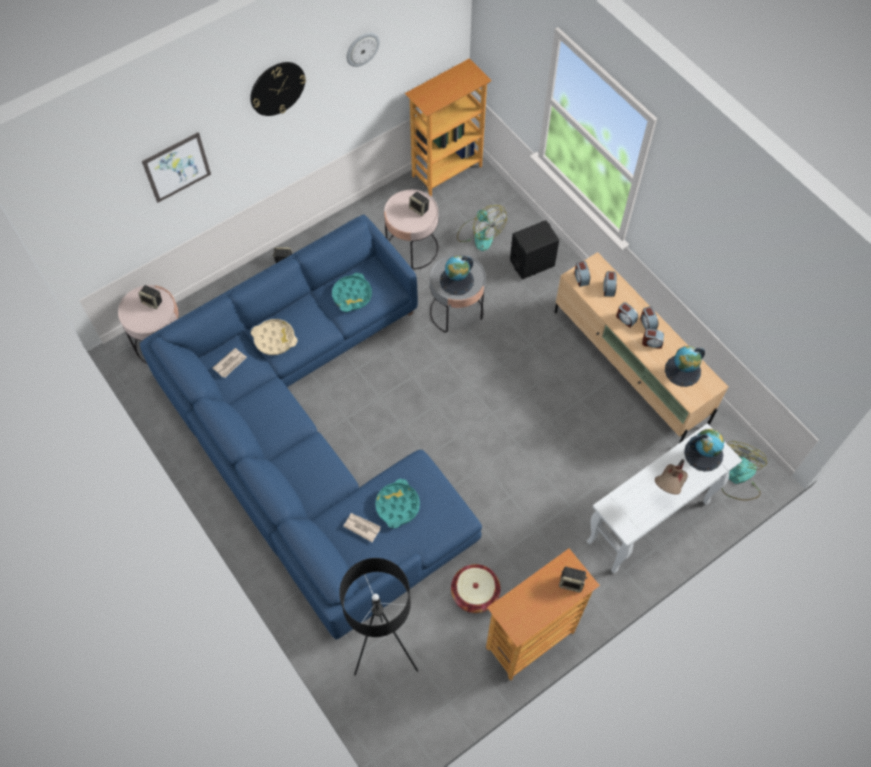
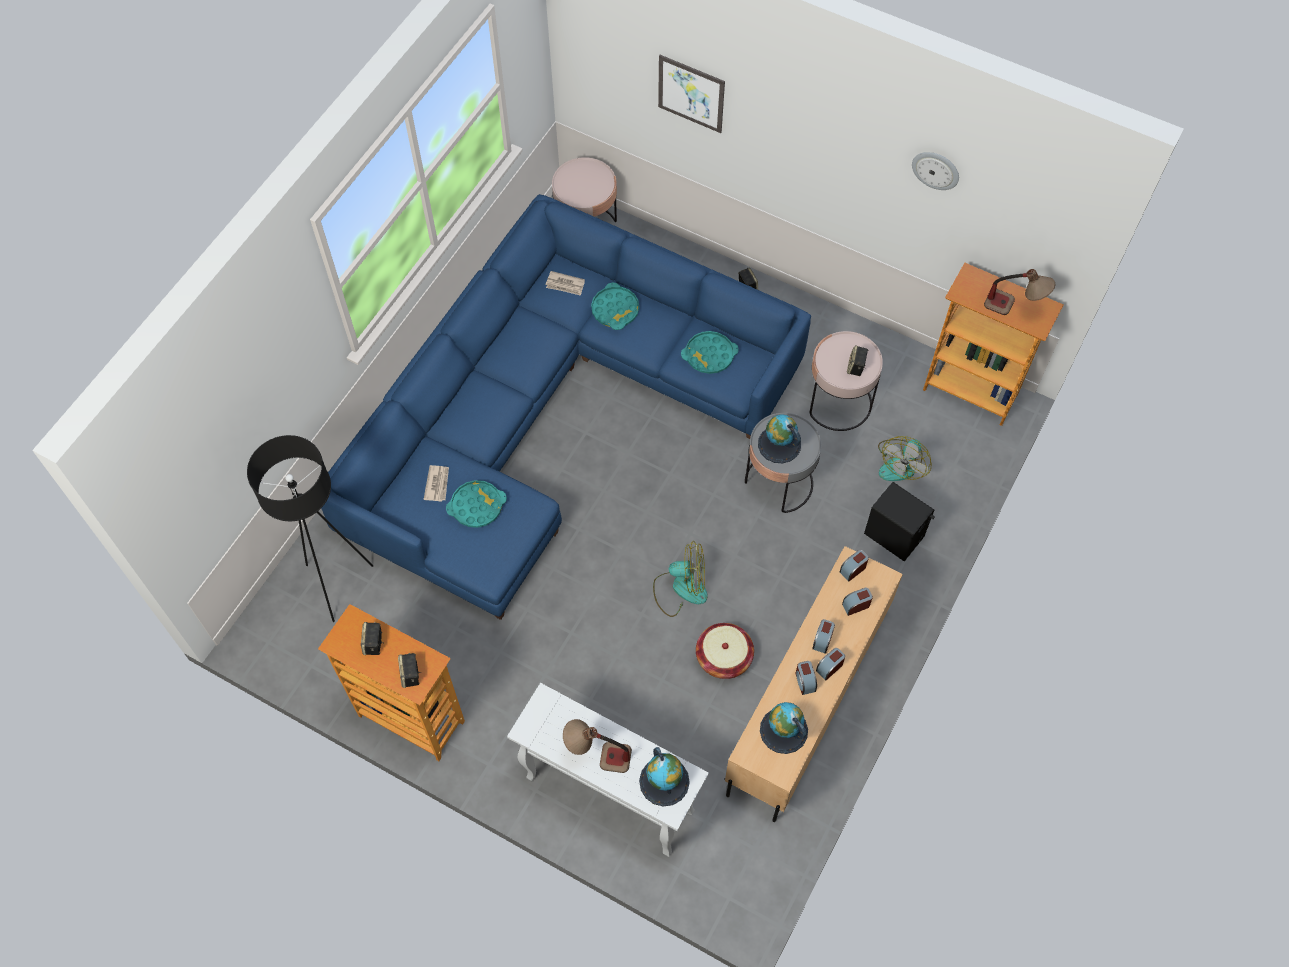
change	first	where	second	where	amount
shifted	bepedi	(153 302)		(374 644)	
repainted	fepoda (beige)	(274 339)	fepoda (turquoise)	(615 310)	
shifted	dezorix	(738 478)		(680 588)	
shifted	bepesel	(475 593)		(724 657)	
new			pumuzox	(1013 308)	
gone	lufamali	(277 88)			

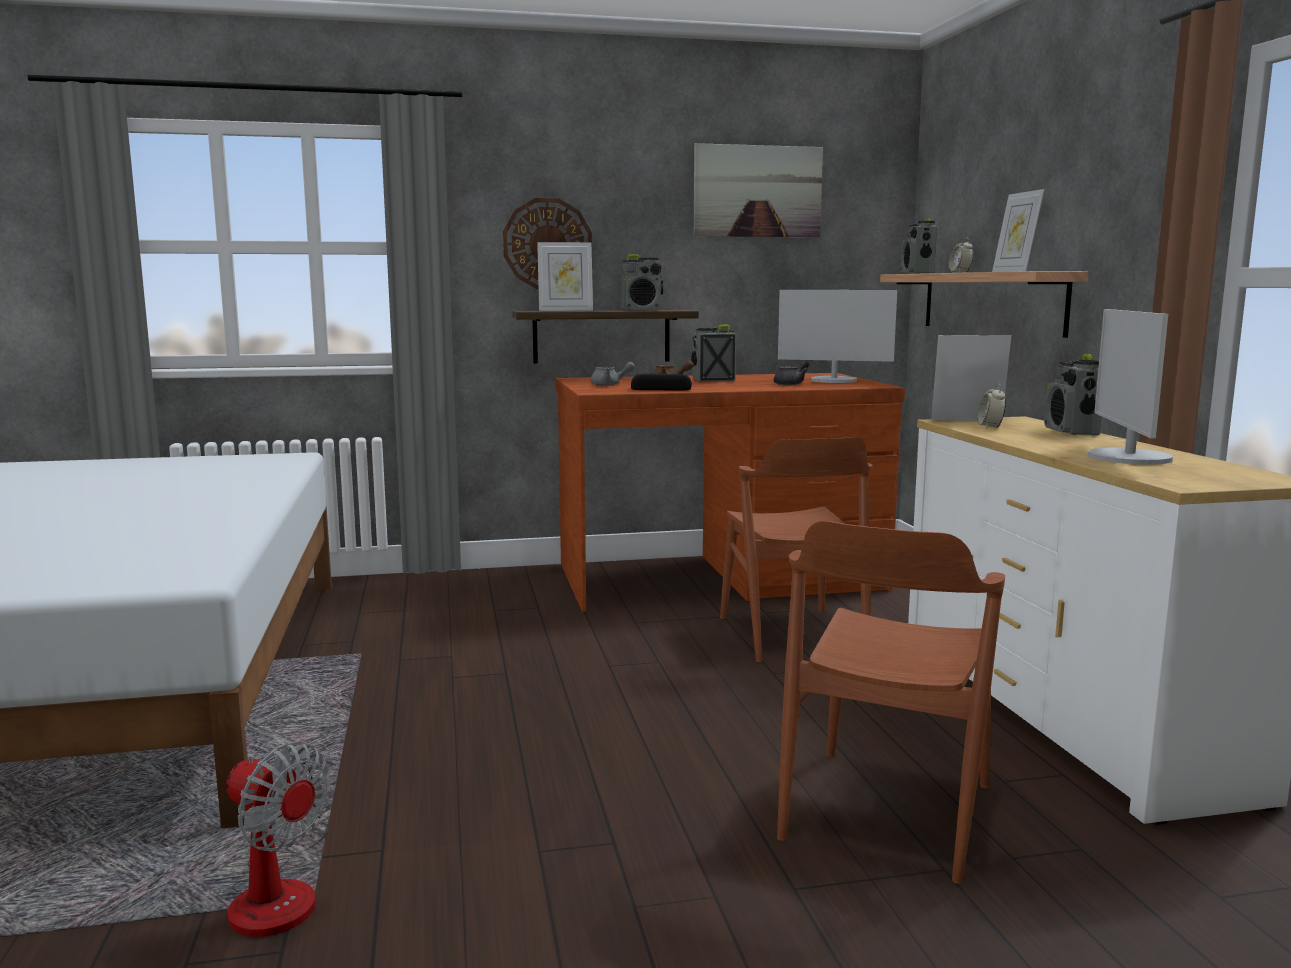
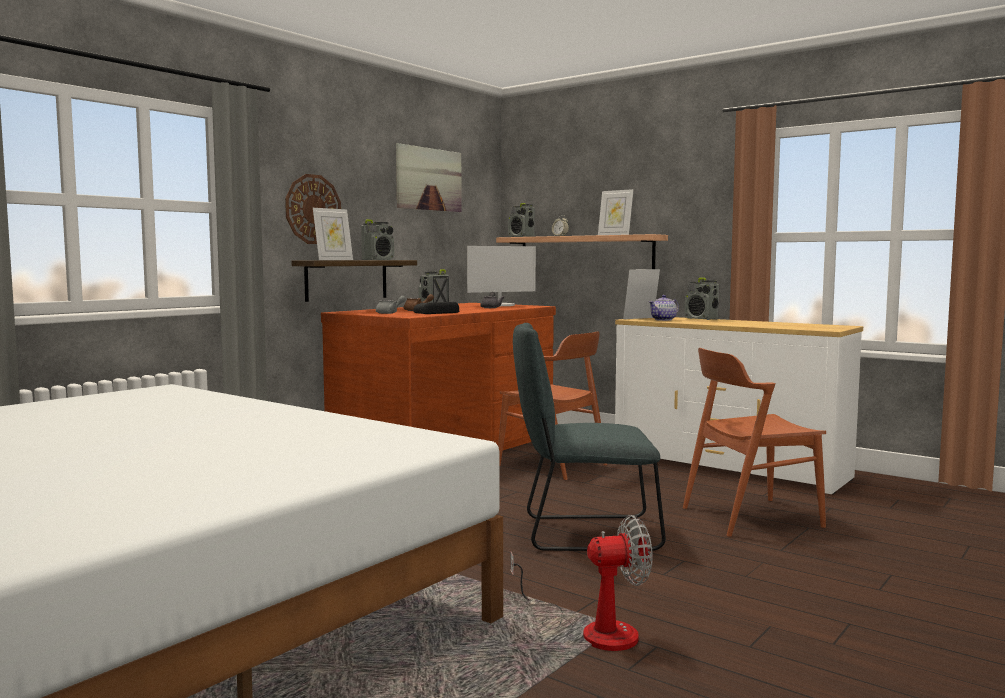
change	first	where	second	where	amount
new			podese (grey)	(584 533)	
swapped	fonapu	(990 427)	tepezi	(664 320)	
rotated	podese (brown)	(886 811)		(750 517)	90 degrees clockwise
gone	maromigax	(1128 458)			

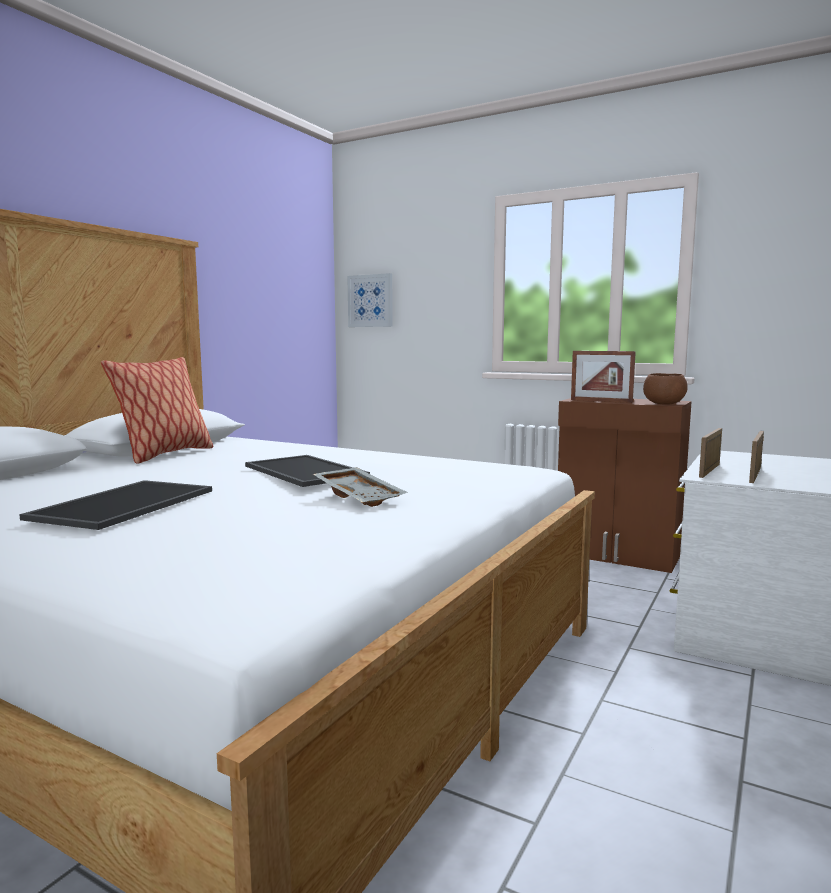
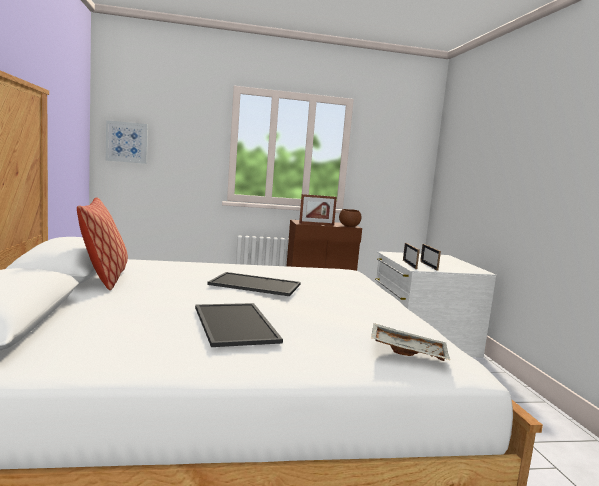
change	first	where	second	where	amount
shifted	fepoda (grey)	(361 497)		(408 351)	

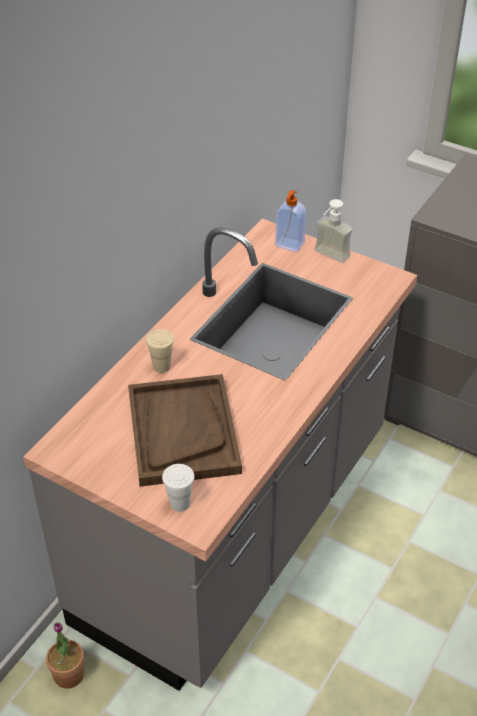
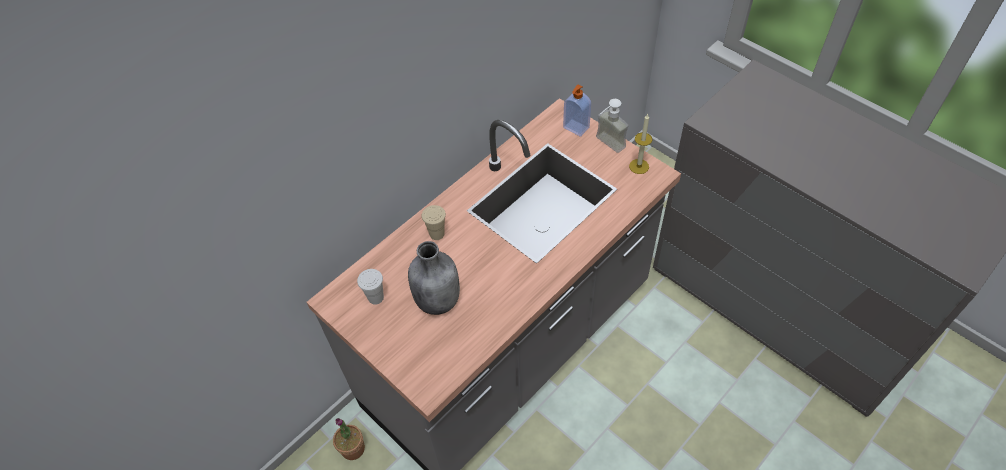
change	first	where	second	where	amount
shifted	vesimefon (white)	(180 503)		(376 297)	
swapped	fepoda (brown)	(182 431)	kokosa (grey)	(438 299)	
new			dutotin	(639 166)	

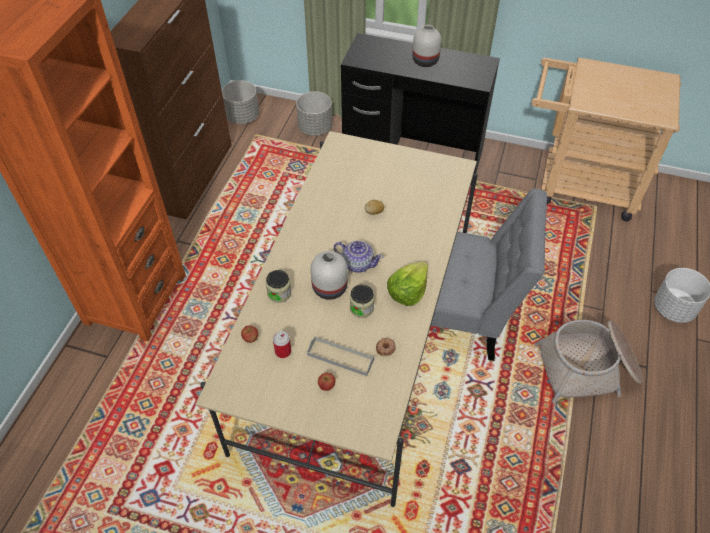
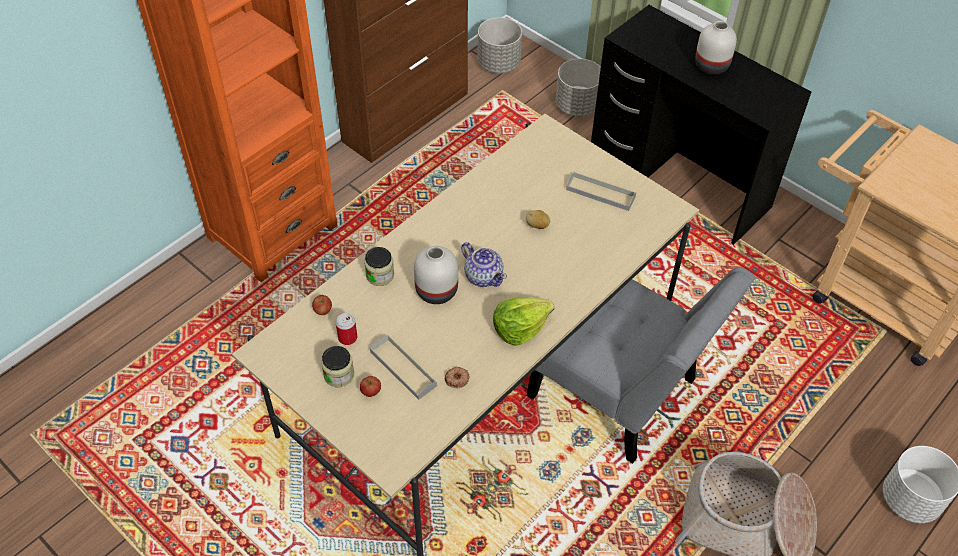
change	first	where	second	where	amount
shifted	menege	(361 308)		(339 375)	
new			fepoda (grey)	(600 193)	

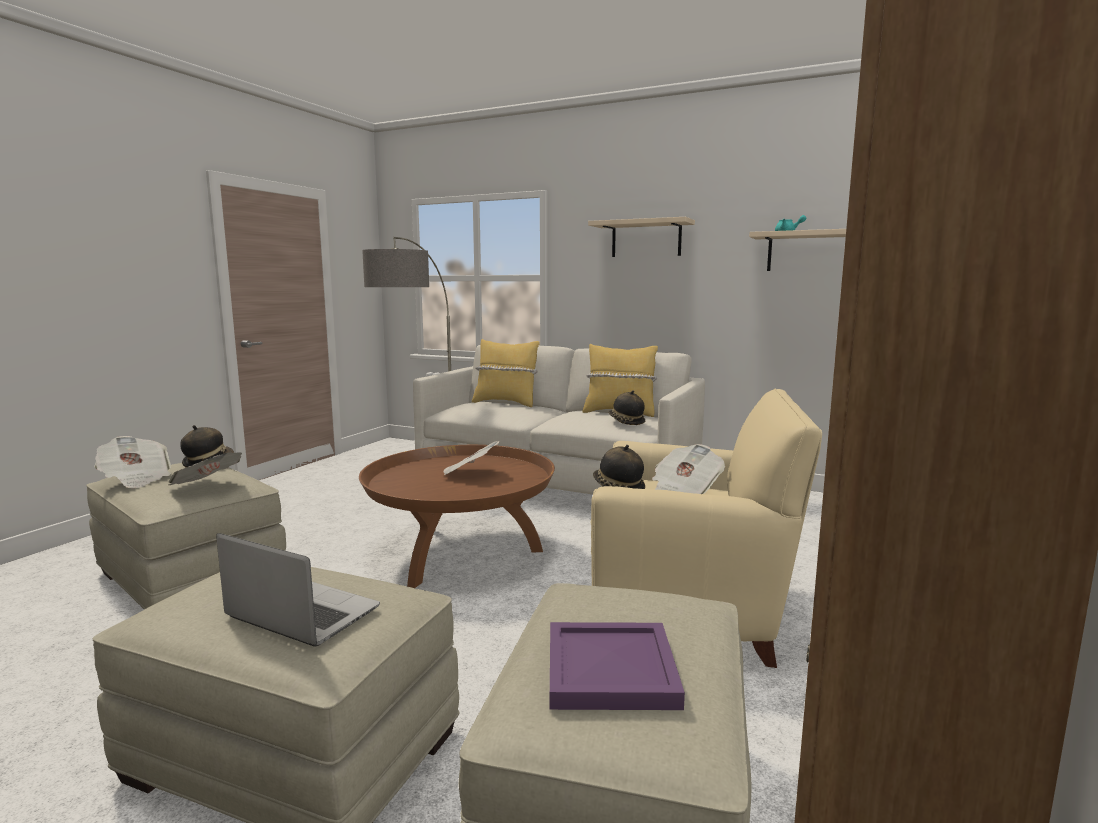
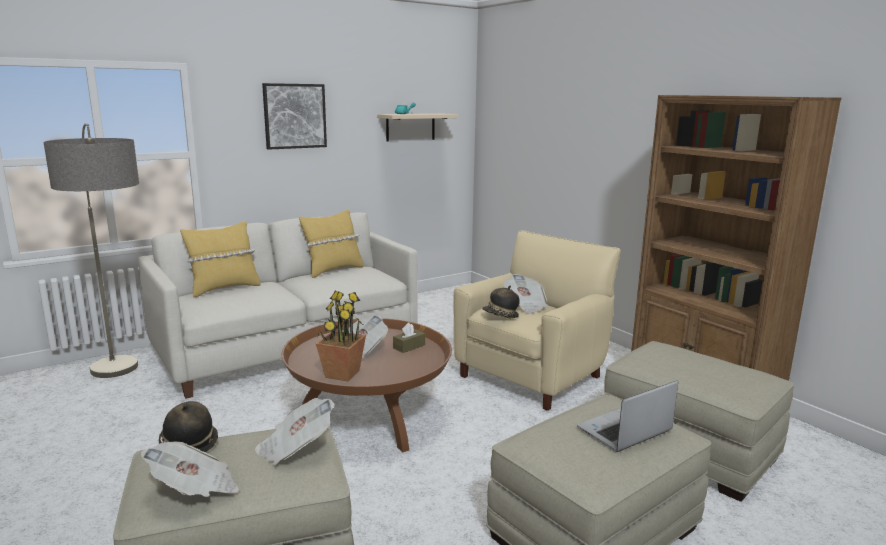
change	first	where	second	where	amount
swapped	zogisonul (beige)	(646 239)	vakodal	(294 116)	
new			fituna	(342 374)	
new			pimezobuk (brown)	(409 346)	
gone	fepoda (purple)	(612 669)			
gone	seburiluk	(626 422)			

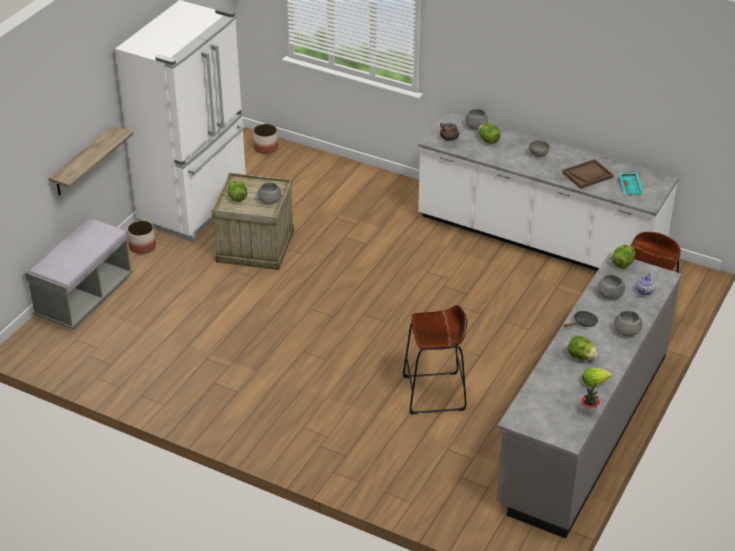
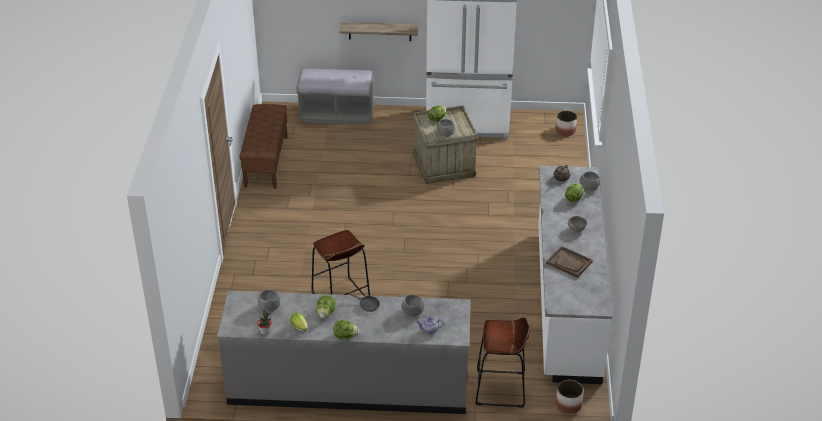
change	first	where	second	where	amount
new			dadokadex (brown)	(266 161)	
shifted	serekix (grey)	(626 331)		(269 306)	
shifted	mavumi	(622 264)		(345 336)	
shifted	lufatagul	(143 246)		(568 405)	
gone	fepoda (turquoise)	(631 187)			

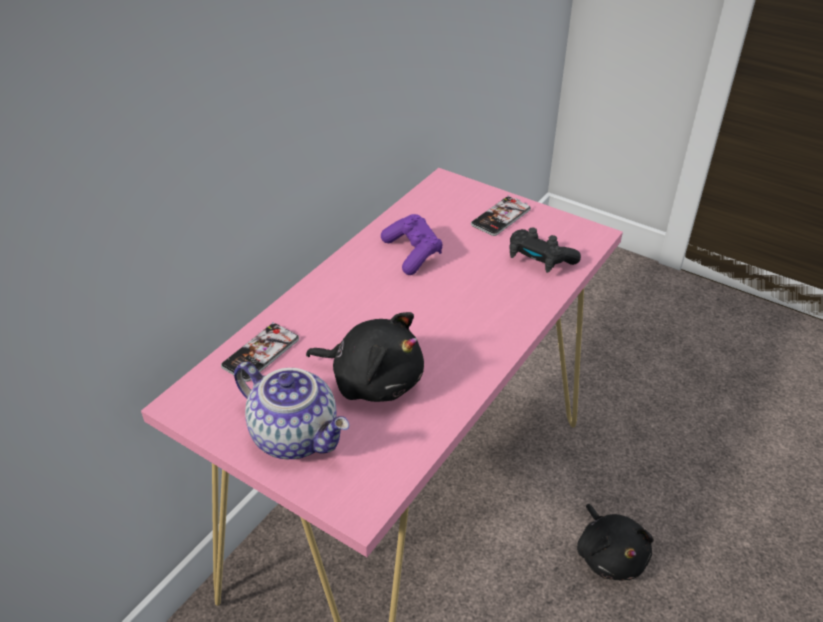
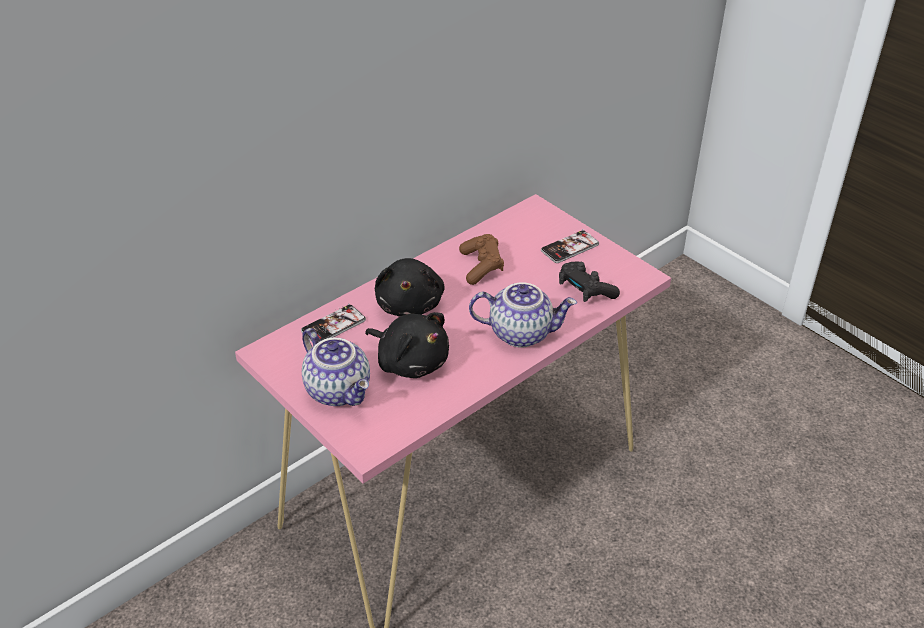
change	first	where	second	where	amount
shifted	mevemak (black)	(610 555)		(410 304)	
repainted	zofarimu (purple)	(412 253)	zofarimu (brown)	(481 267)	
new			tepezi	(521 332)	

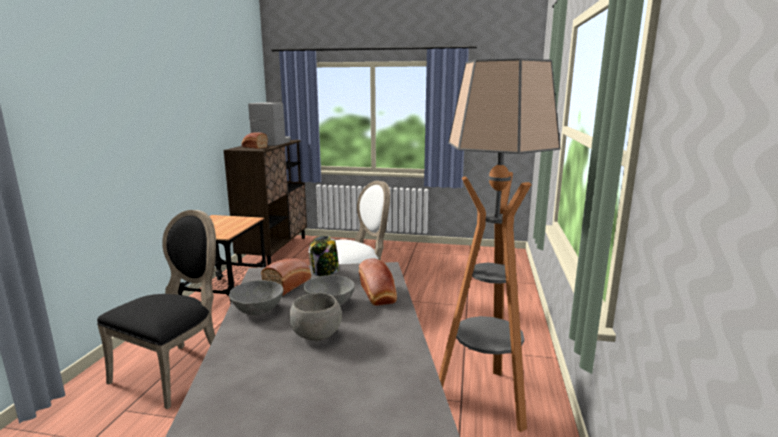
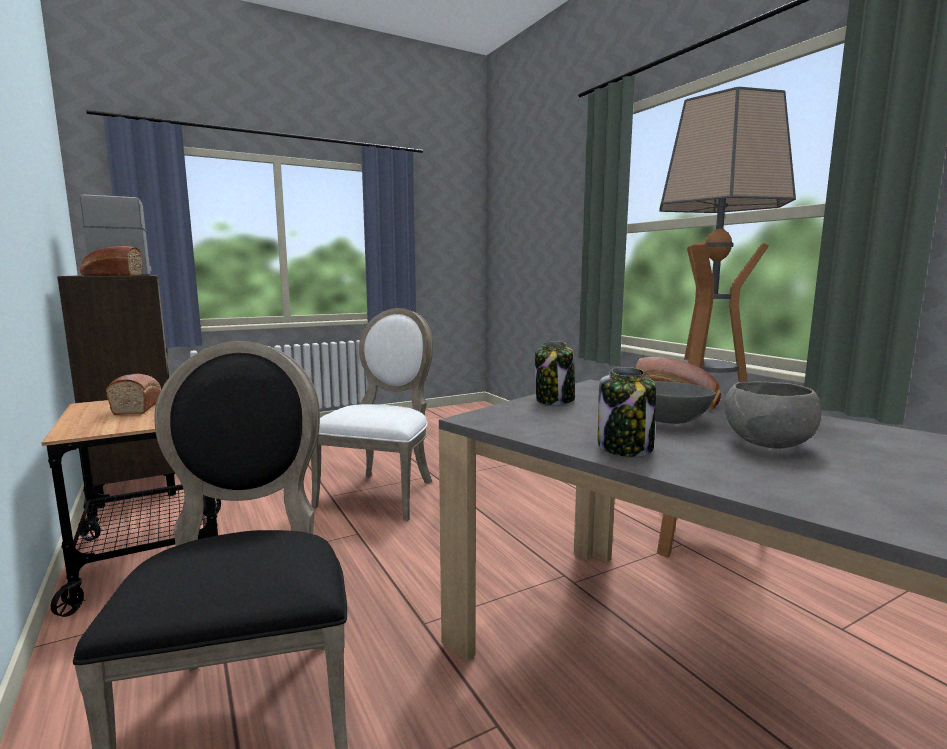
change	first	where	second	where	amount
shifted	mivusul	(289 285)		(139 407)	
swapped	serekix (grey)	(258 310)	menege	(625 448)	

